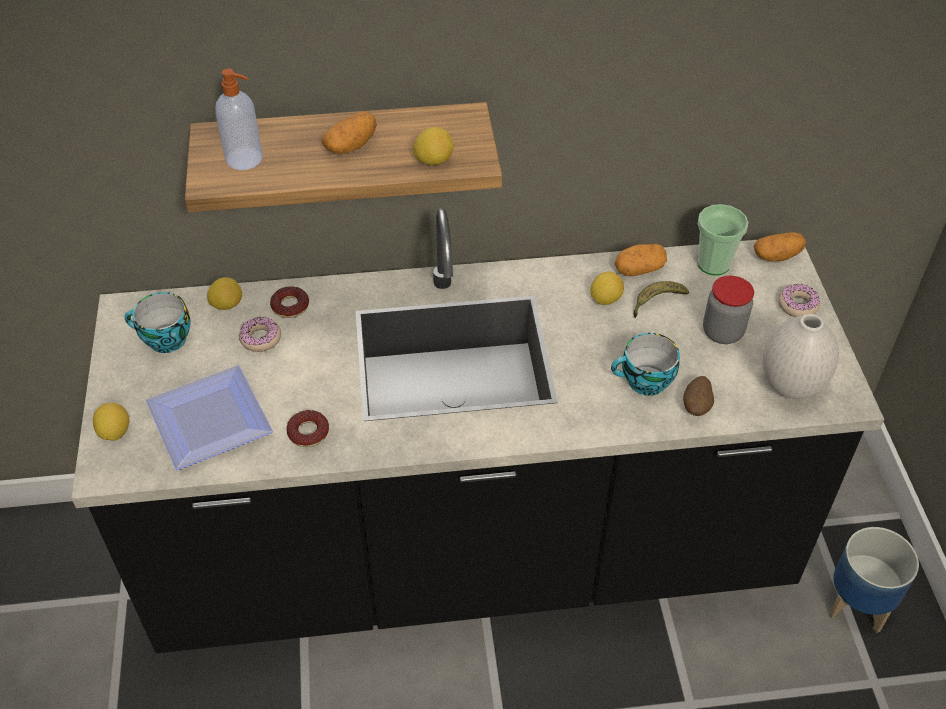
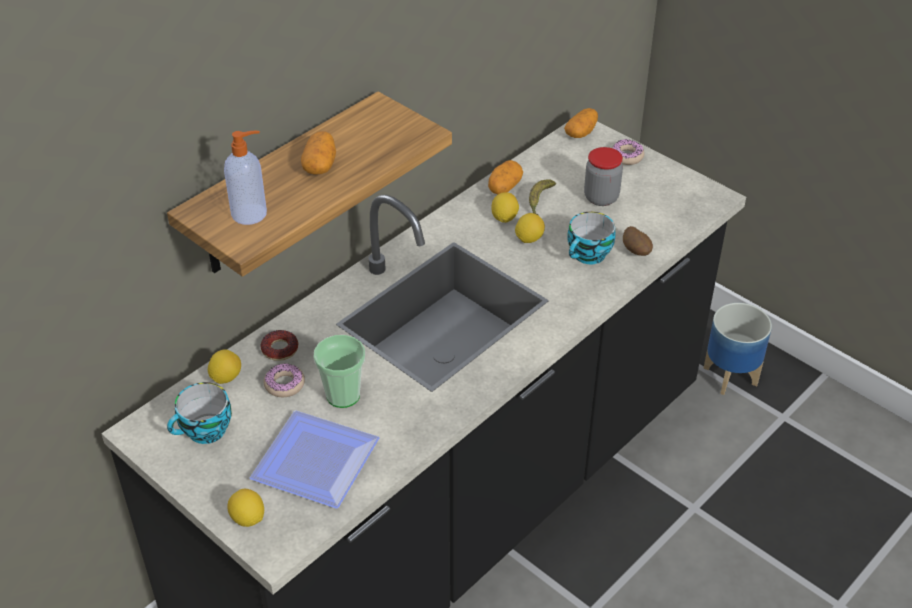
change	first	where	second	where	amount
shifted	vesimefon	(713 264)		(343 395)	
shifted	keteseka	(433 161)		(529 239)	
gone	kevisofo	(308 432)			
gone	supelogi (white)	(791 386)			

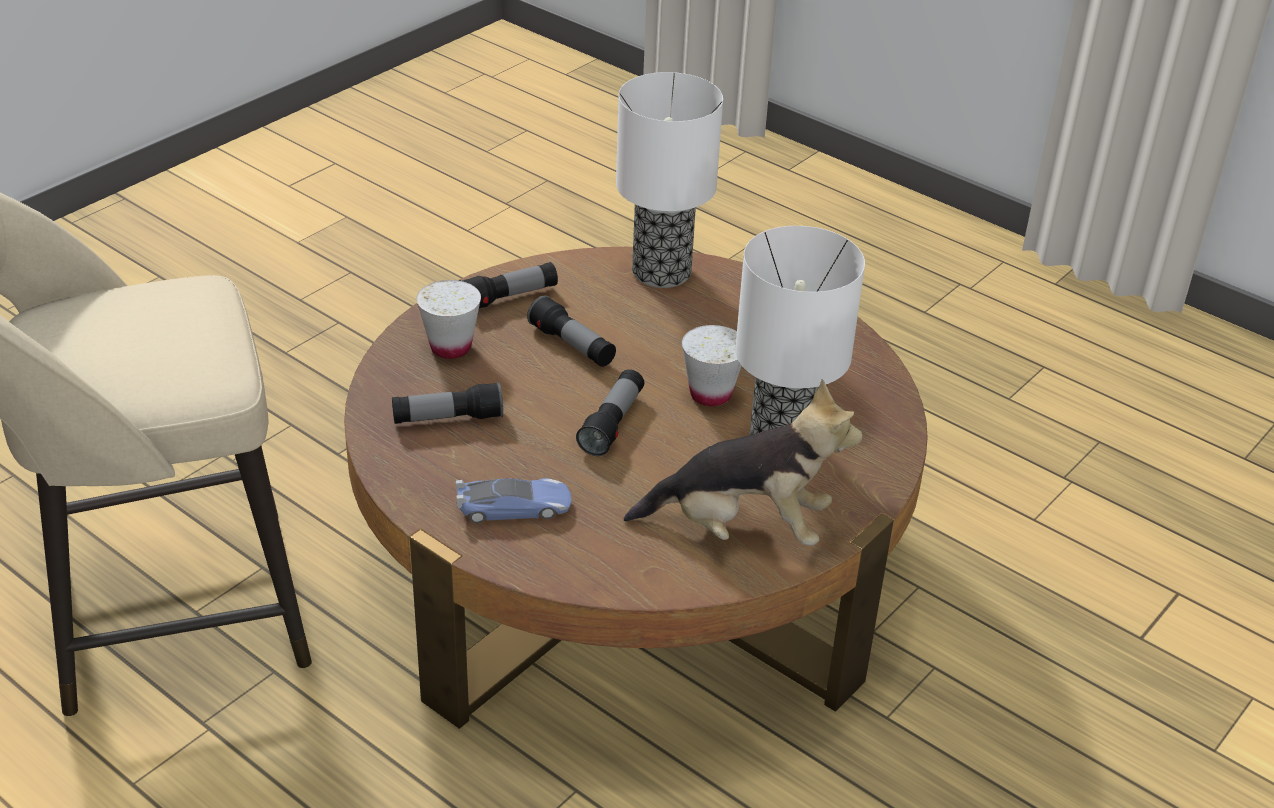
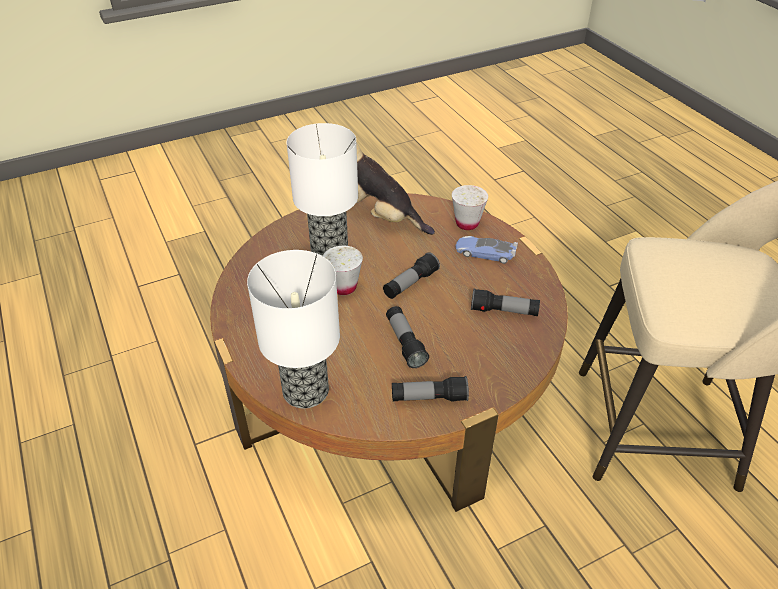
change	first	where	second	where	amount
shifted	vesimefon (white)	(451 347)		(467 223)	

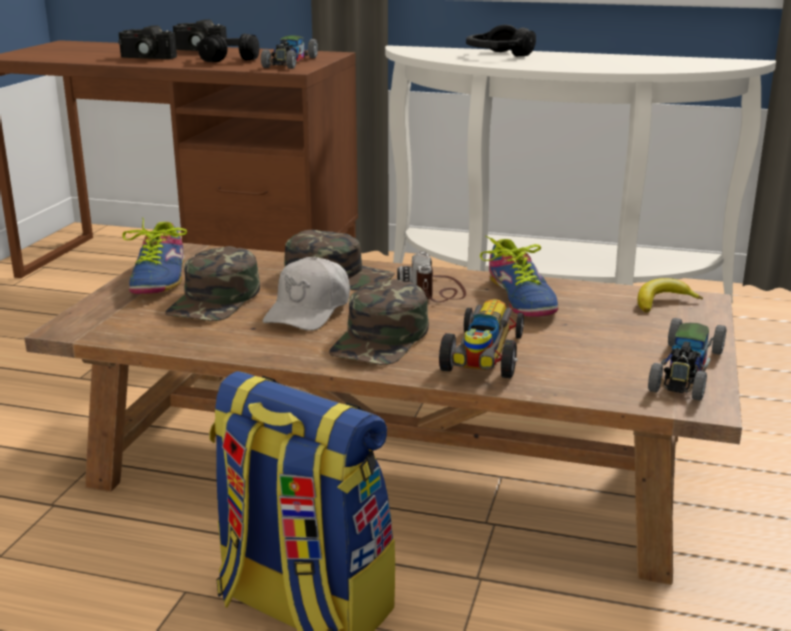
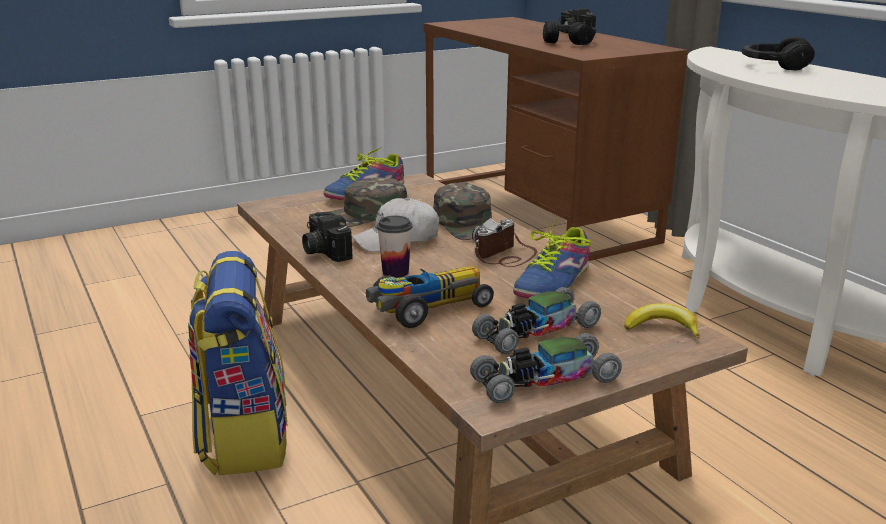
change	first	where	second	where	amount
shifted	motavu	(145 58)		(323 251)	
swapped	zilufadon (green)	(381 339)	vesimefon	(395 272)	
shifted	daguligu	(290 62)		(536 331)	

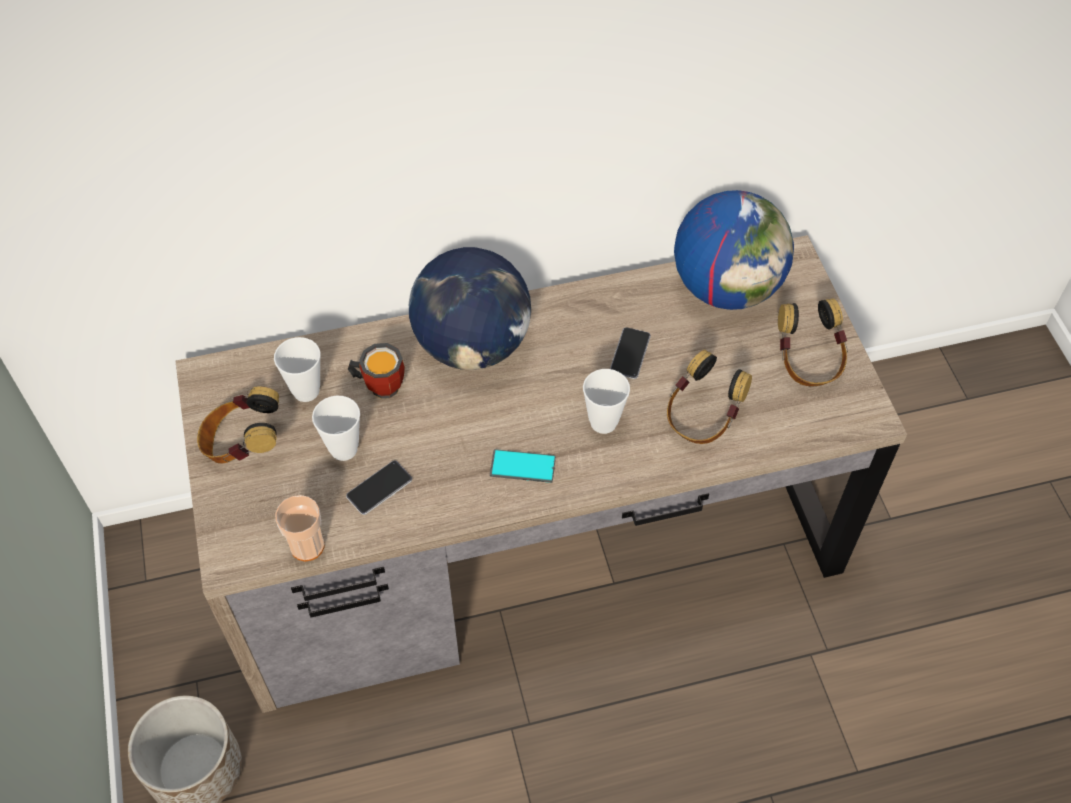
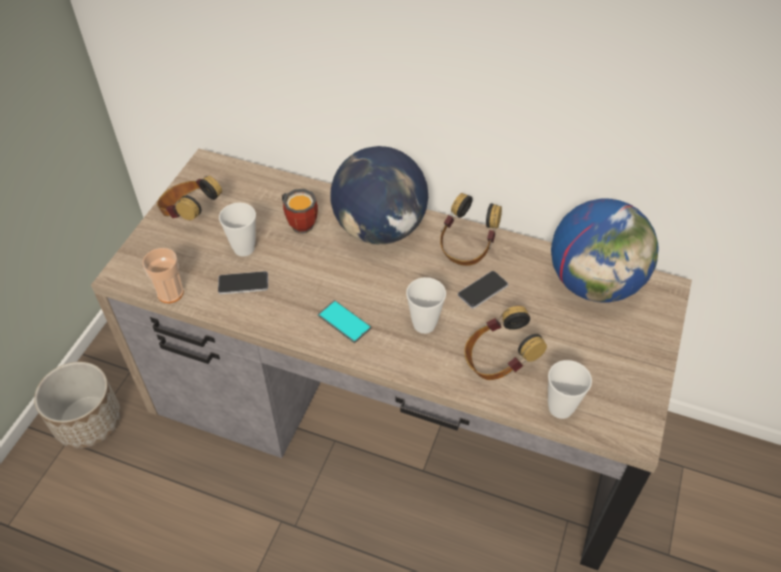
change	first	where	second	where	amount
shifted	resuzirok	(808 362)		(466 247)	
shifted	vesimefon	(306 391)		(560 408)	

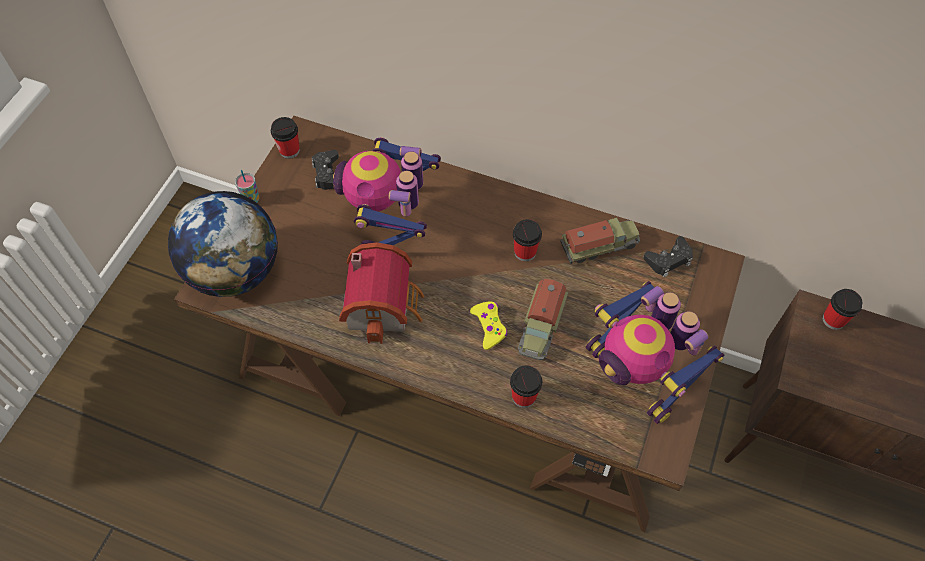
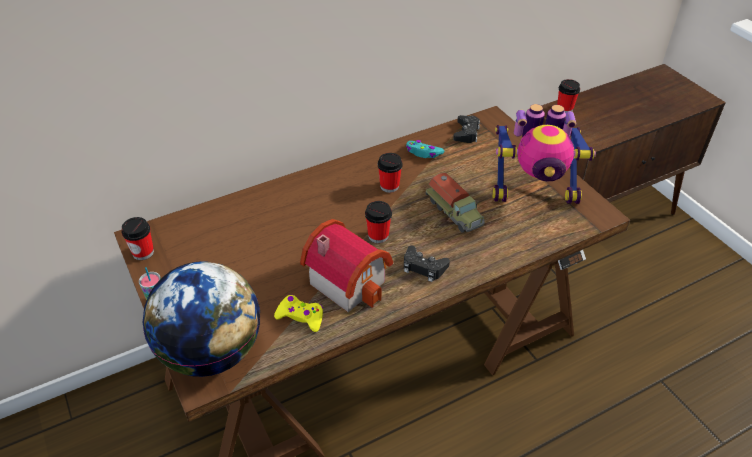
change	first	where	second	where	amount
shifted	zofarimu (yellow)	(489 326)		(300 317)	
shifted	vesimefon	(523 396)		(378 236)	
shifted	zofarimu (black)	(328 174)		(423 267)	
swapped	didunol	(599 246)	zofarimu (turquoise)	(423 153)	
gone	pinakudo	(390 224)			

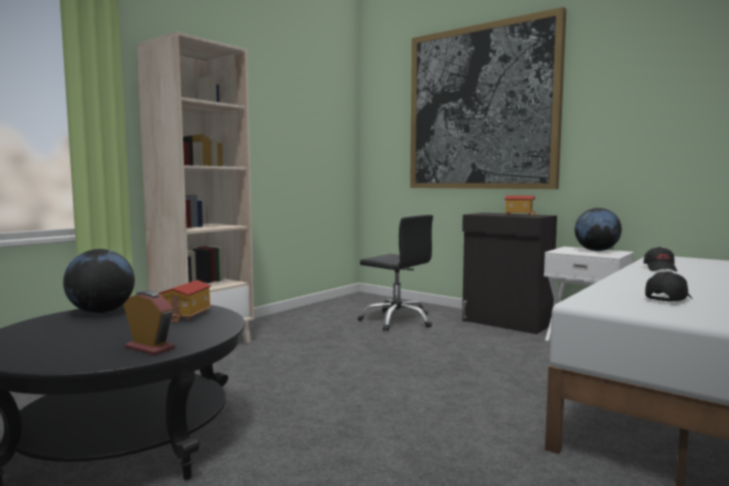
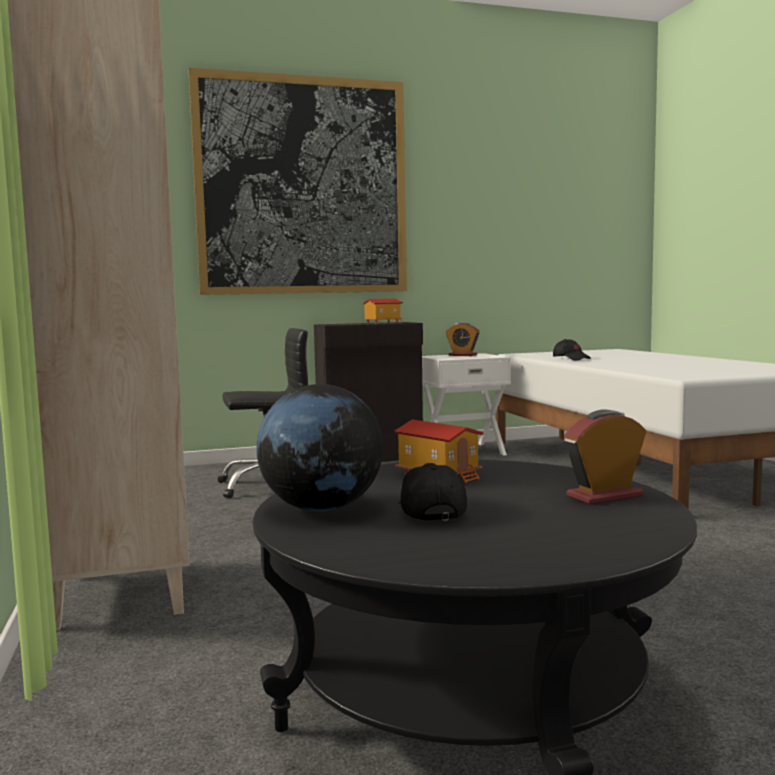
change	first	where	second	where	amount
shifted	zilufadon (black)	(667 299)		(429 511)	
swapped	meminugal	(596 250)	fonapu	(462 355)	

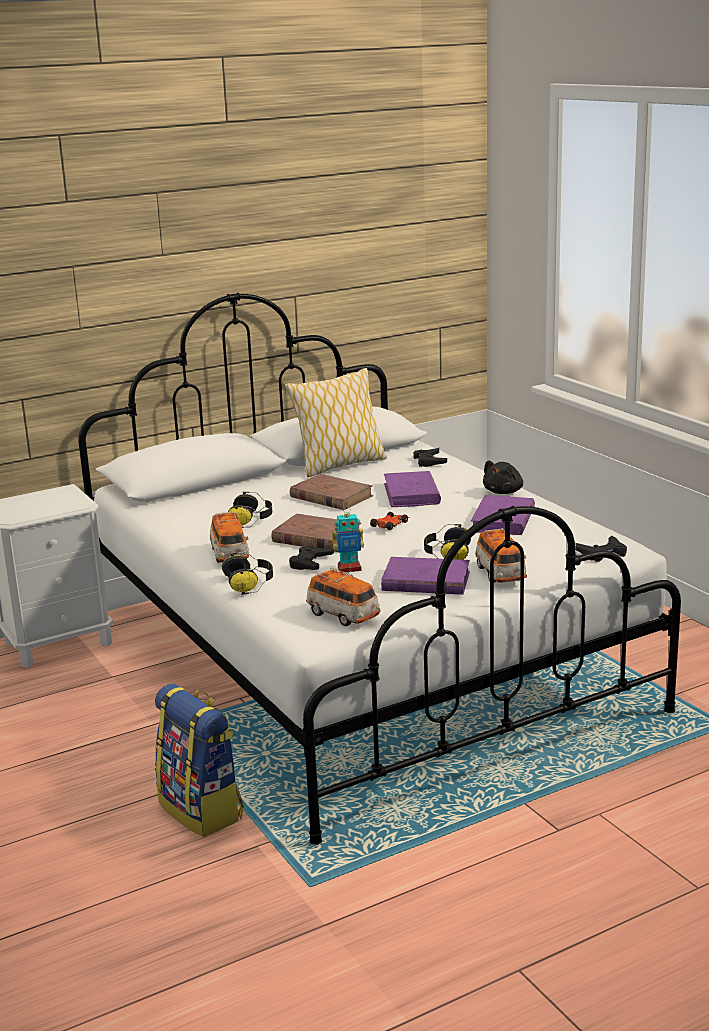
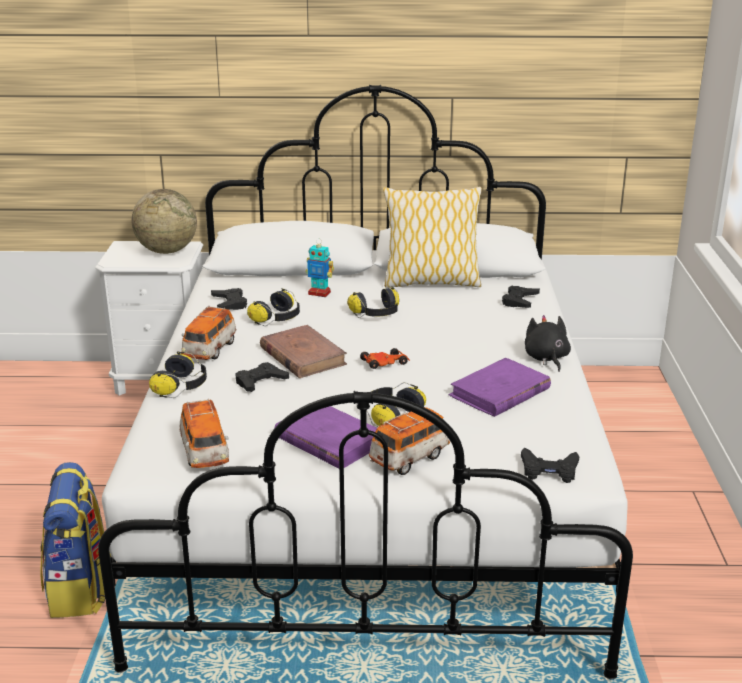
change	first	where	second	where	amount
new			meminugal	(167 251)	
new			zofarimu (black)	(229 303)	
shifted	pinakudo	(349 568)		(319 293)	
swapped	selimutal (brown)	(331 496)	resuzirok	(377 314)	
rotated	daguligu	(500 574)		(409 458)	150 degrees counterclockwise
rotated	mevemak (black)	(504 492)		(546 358)	105 degrees clockwise
gone	selimutal (purple)	(411 494)			

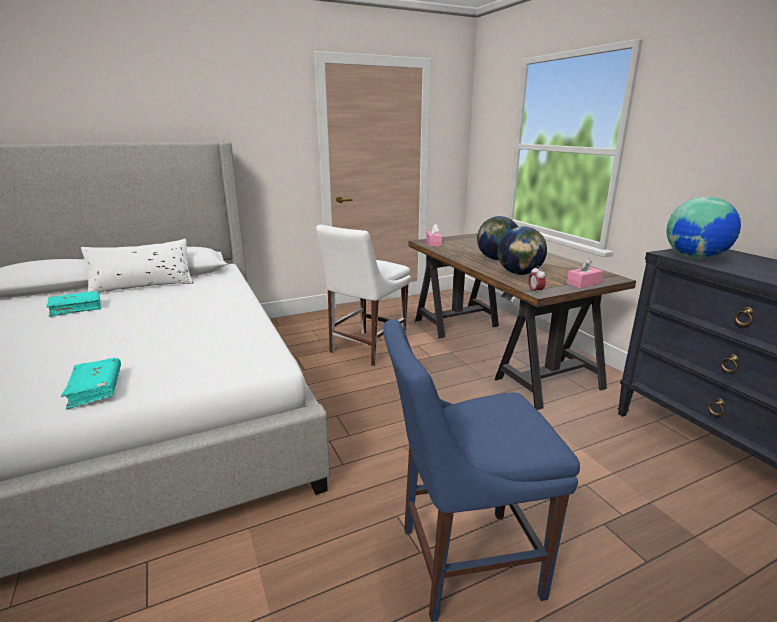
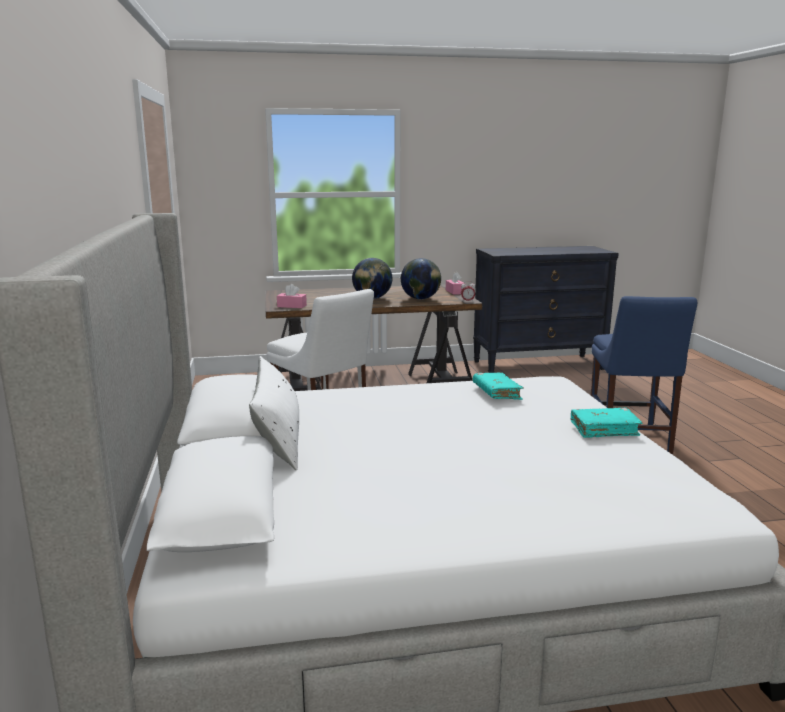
change	first	where	second	where	amount
shifted	selimutal (turquoise)	(76 308)		(496 393)	
gone	meminugal	(695 258)			

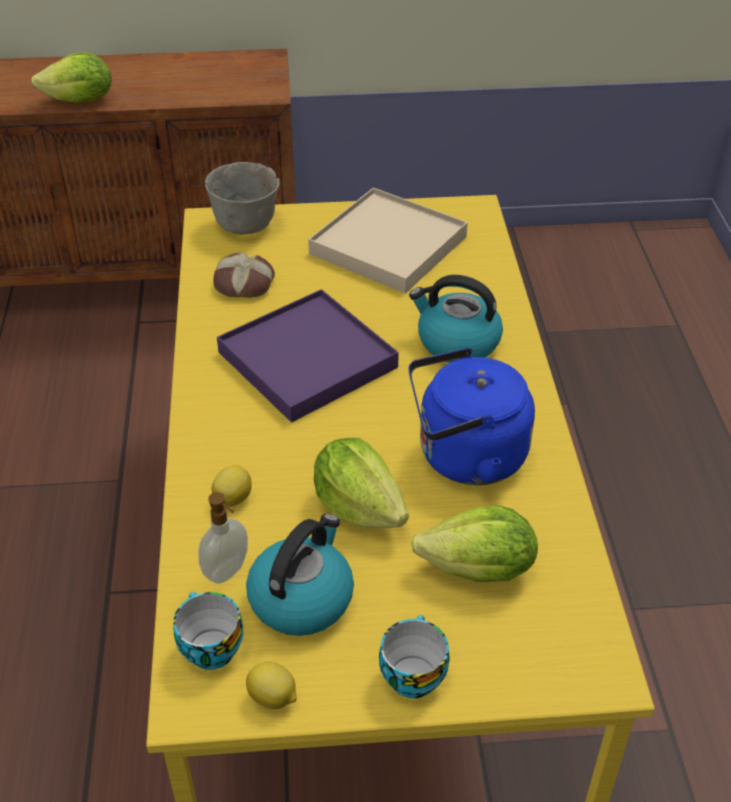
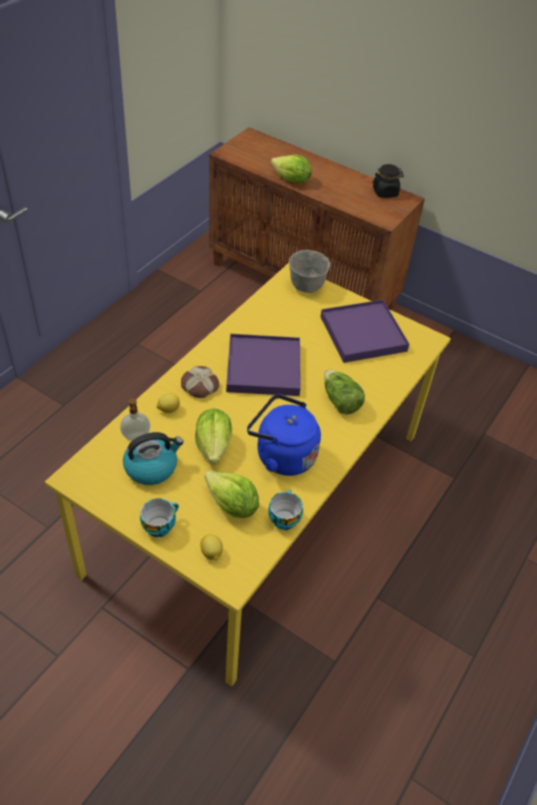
change	first	where	second	where	amount
shifted	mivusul	(243 284)		(199 386)	
shifted	keteseka	(273 698)		(211 553)	
shifted	vesimefon	(208 648)		(283 518)	
repainted	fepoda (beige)	(388 245)	fepoda (purple)	(363 334)	
swapped	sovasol	(456 342)	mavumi	(340 401)	
new			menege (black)	(385 192)	

